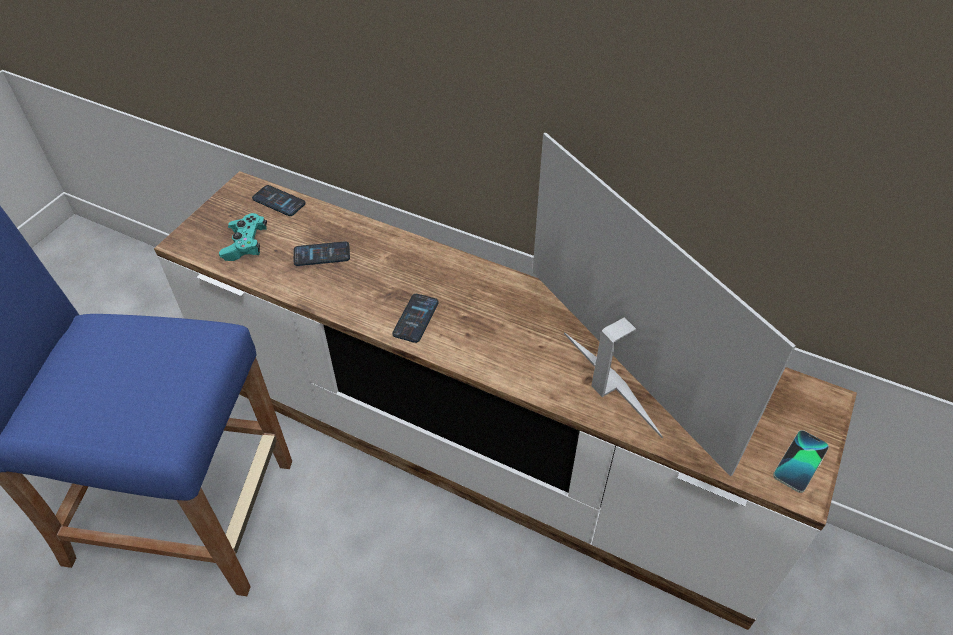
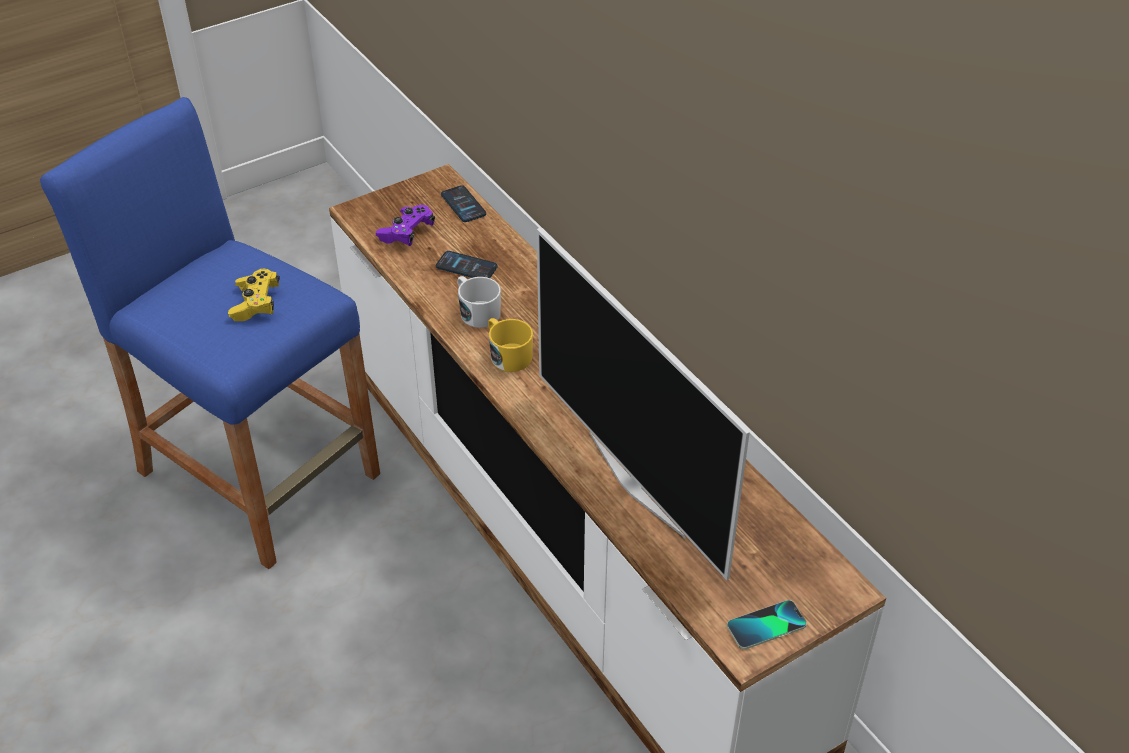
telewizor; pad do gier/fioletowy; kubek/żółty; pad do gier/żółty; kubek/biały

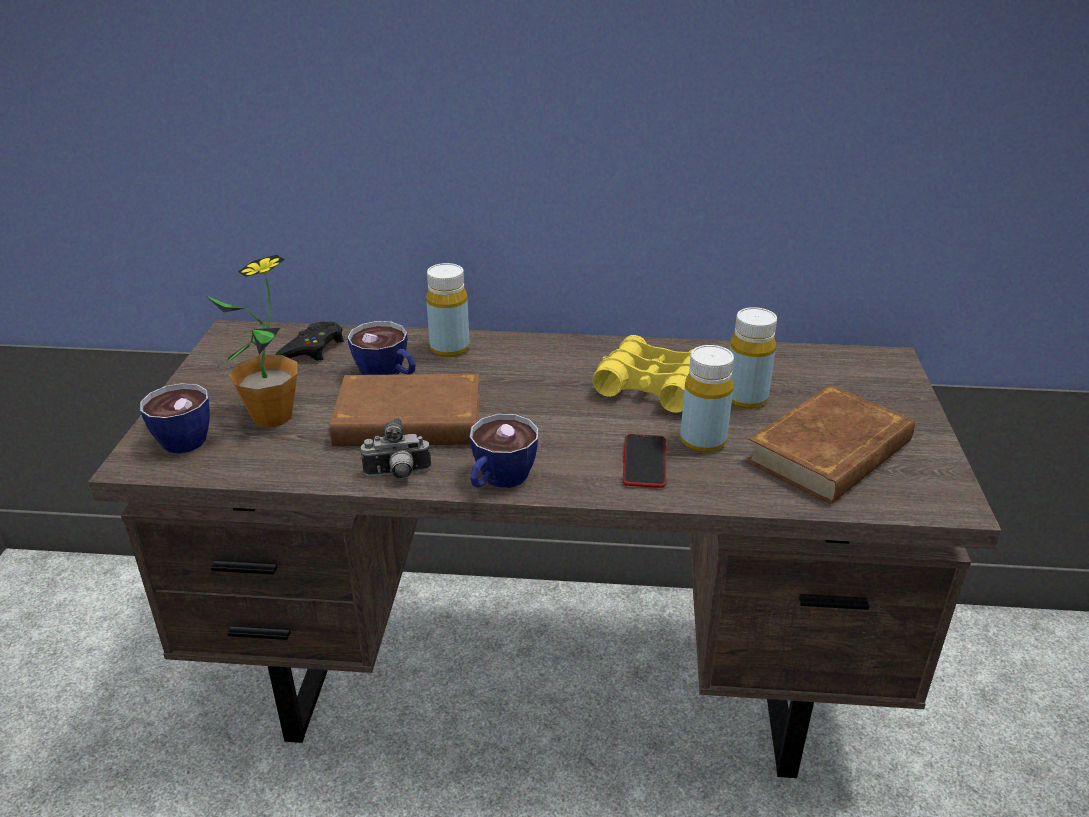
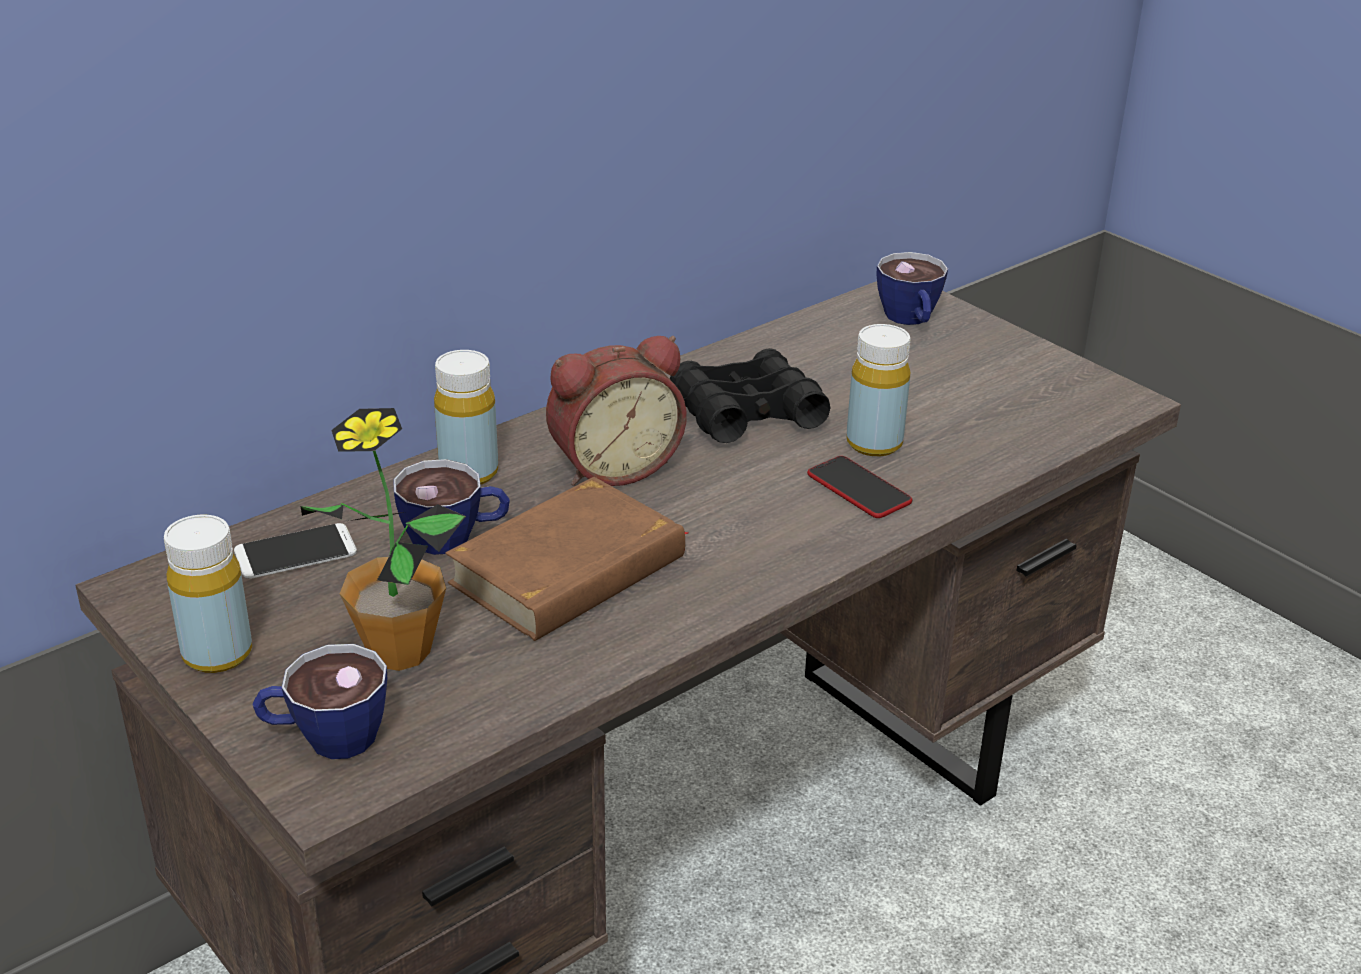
butelka/żółty (1st from left); telefon (1st from left); lornetka/czarny; książka/brązowy (2nd from left in the first image); filiżanka (3rd from left); aparat fotograficzny; budzik

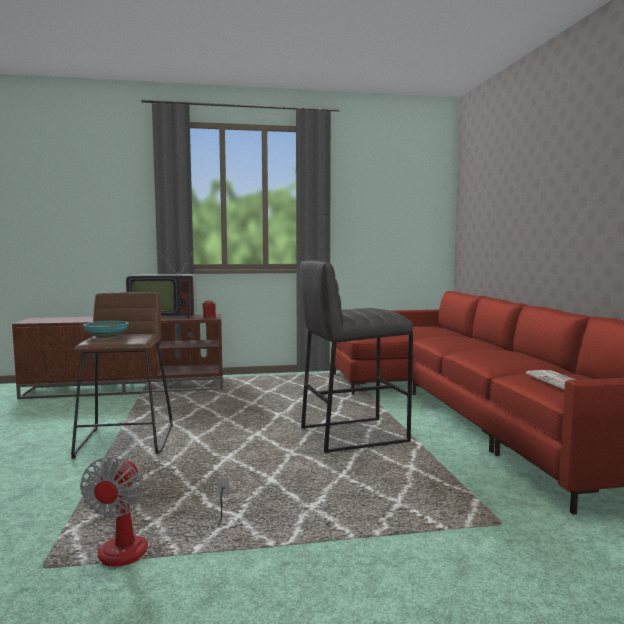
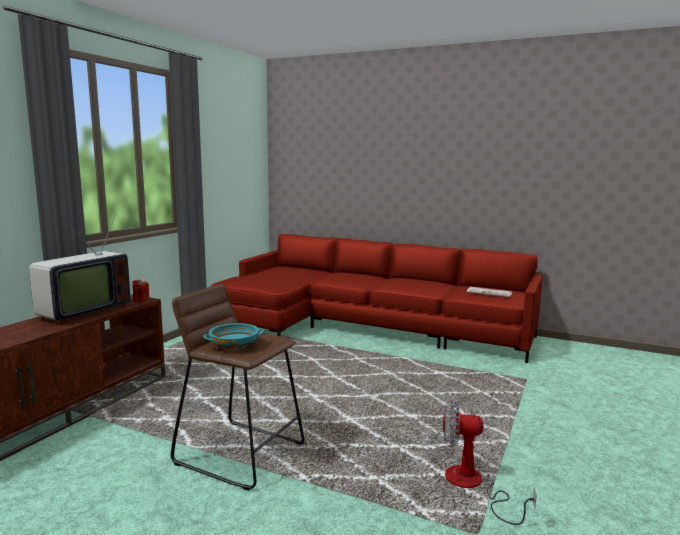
stołek/szary; wentylator

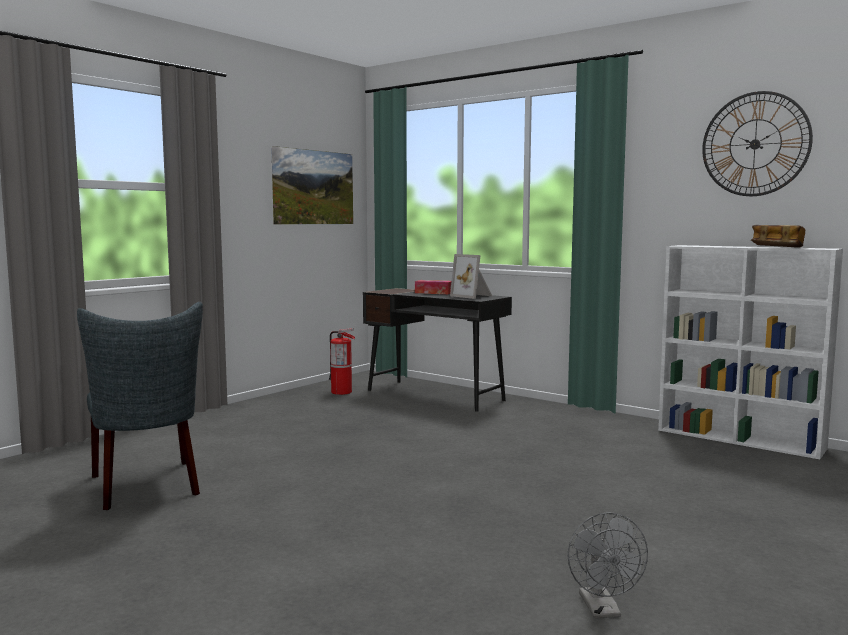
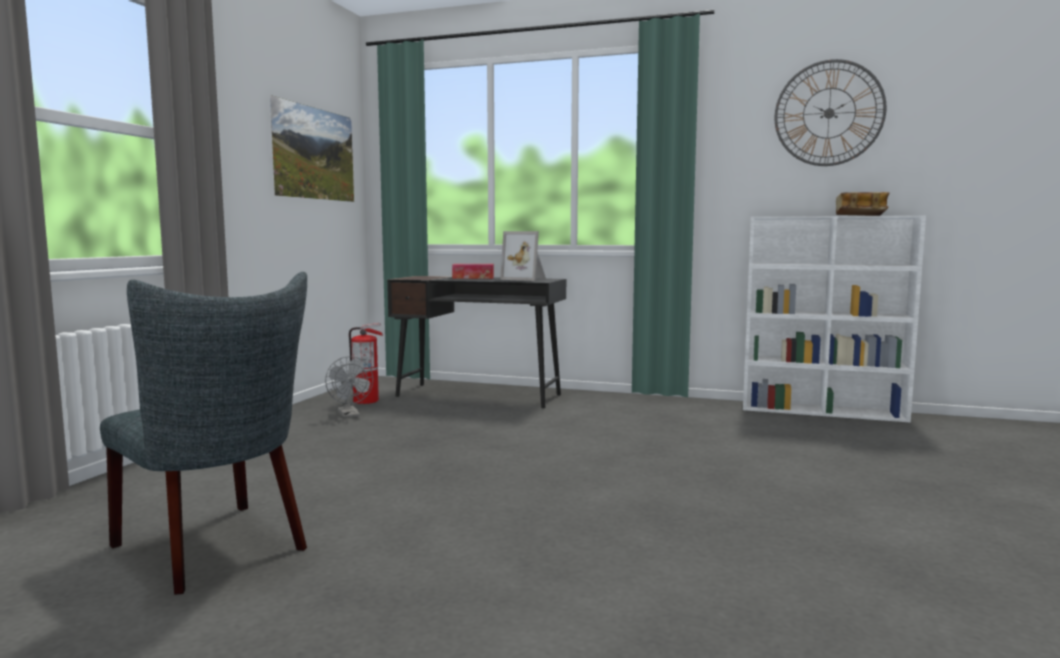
wentylator/szary

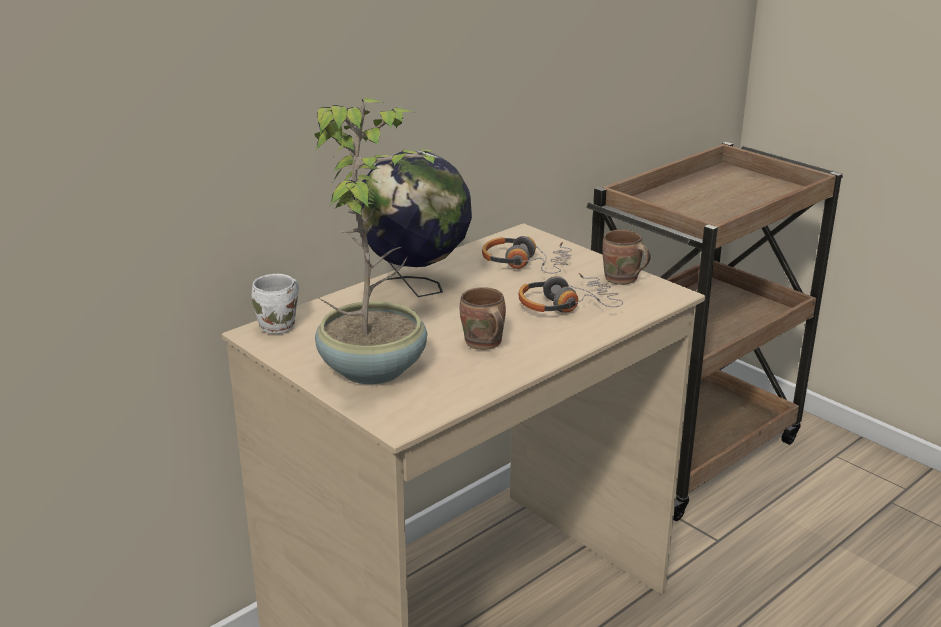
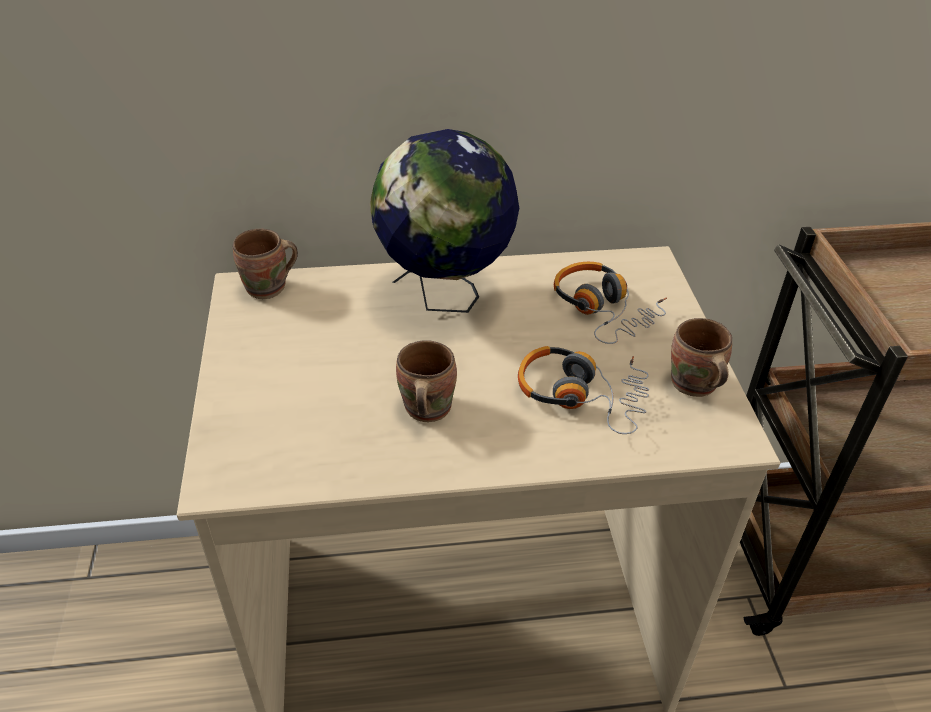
roślina doniczkowa; kubek/brązowy (1st from left)

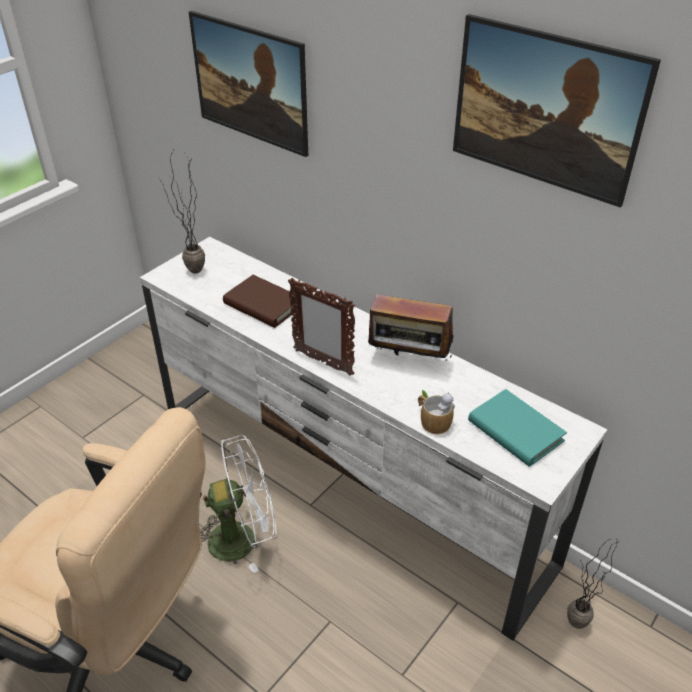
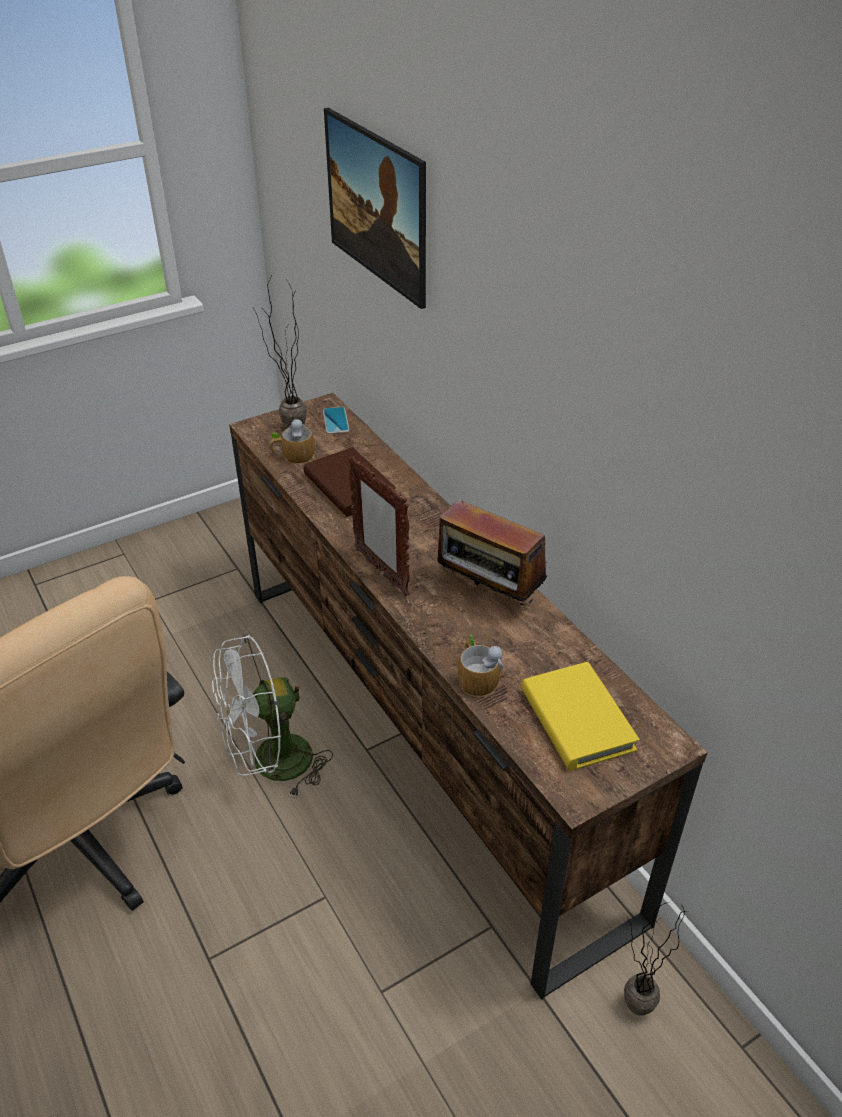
obraz (2nd from left in the first image); szafka pod telewizor/brązowy; książka/żółty; wentylator/biały; telefon; kubek (1st from left)

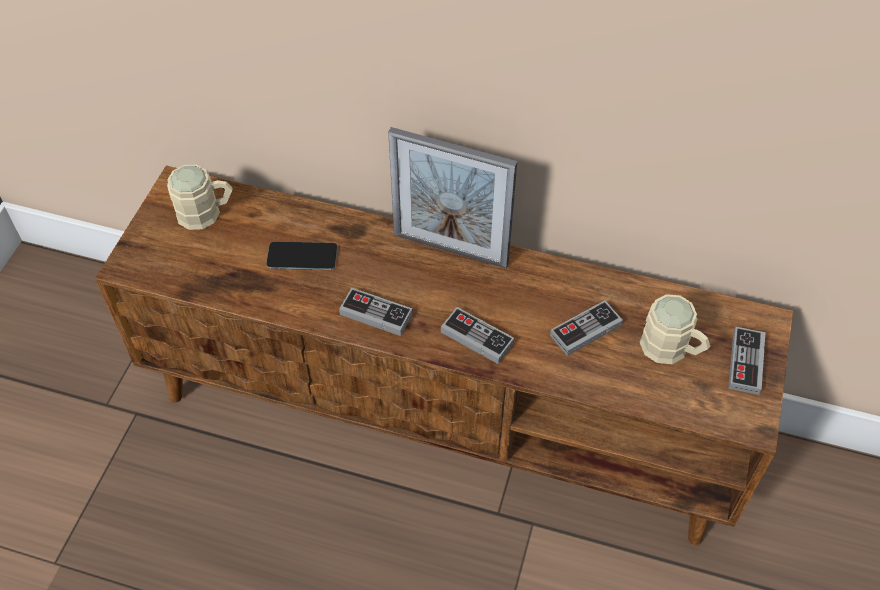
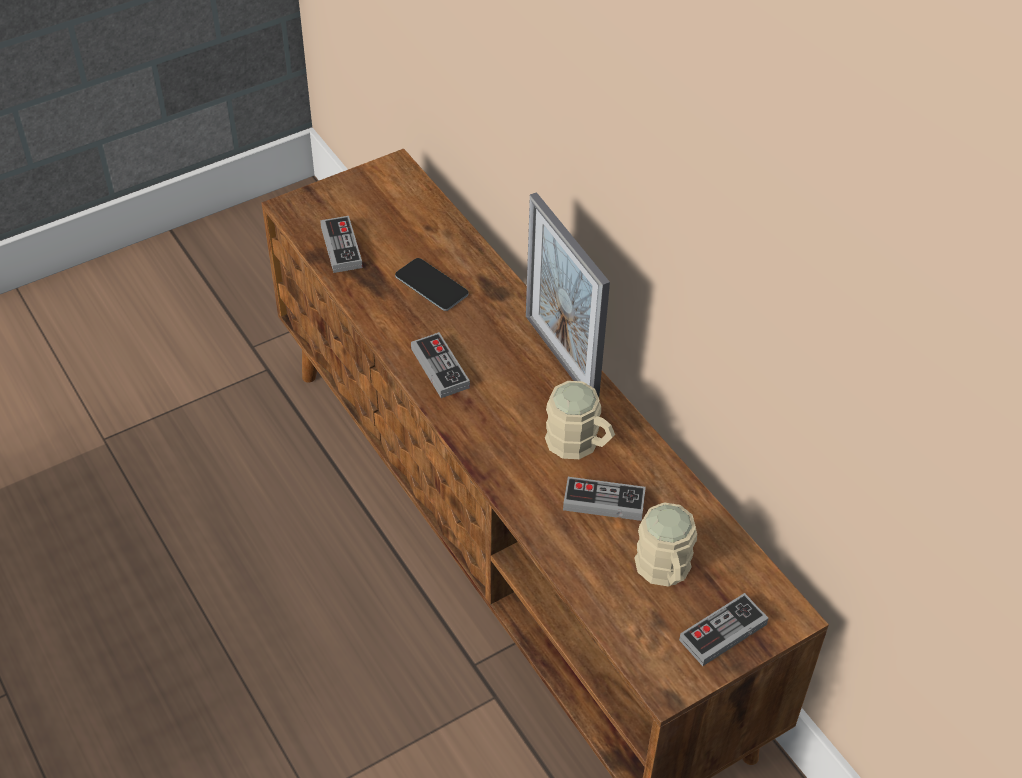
kubek/beżowy (1st from left); pad do gier (1st from left)

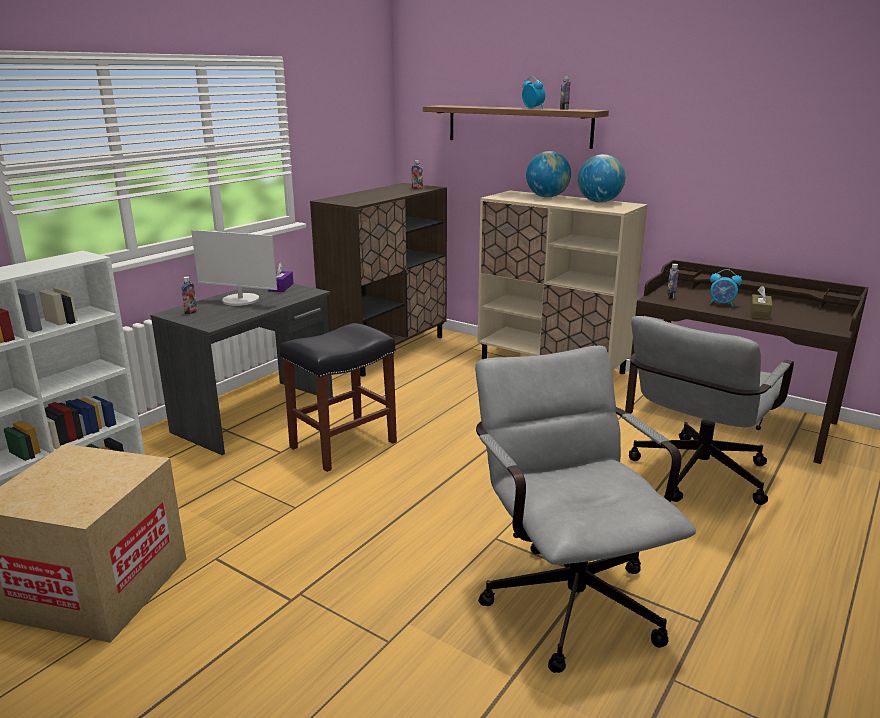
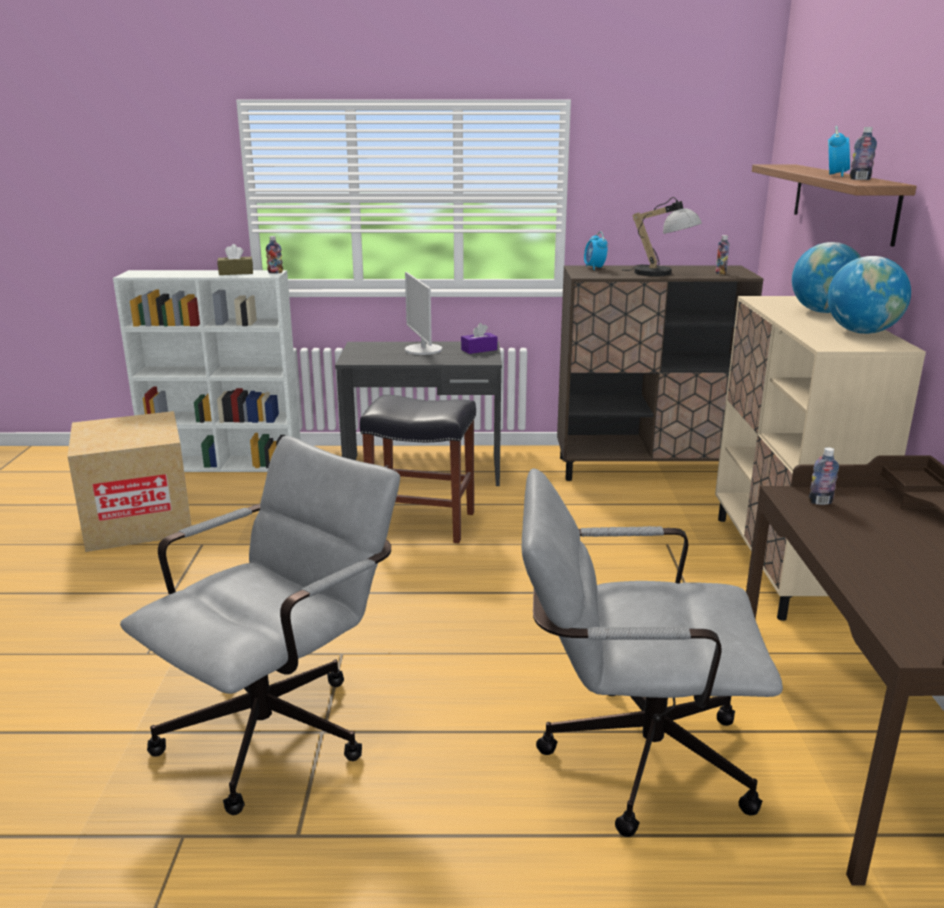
budzik (1st from left); butelka (1st from left); pudełko chusteczek/brązowy; lampa stołowa

